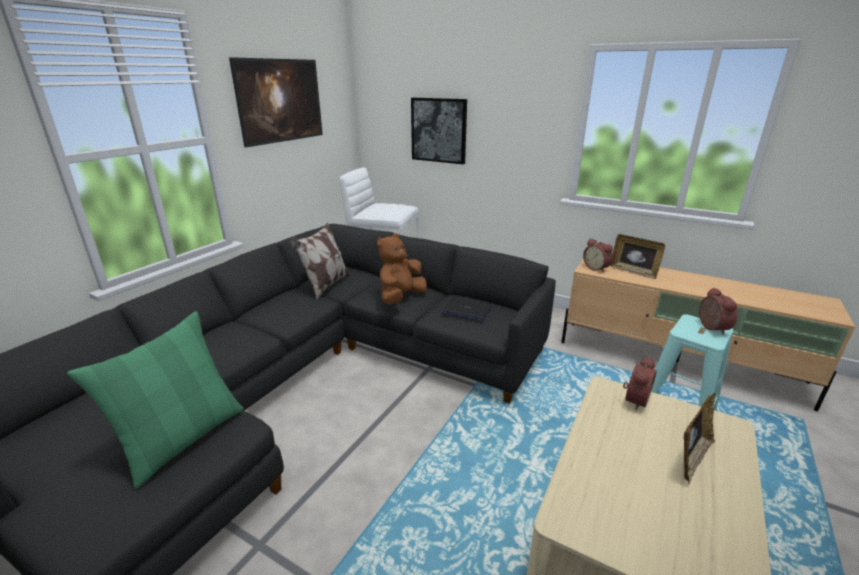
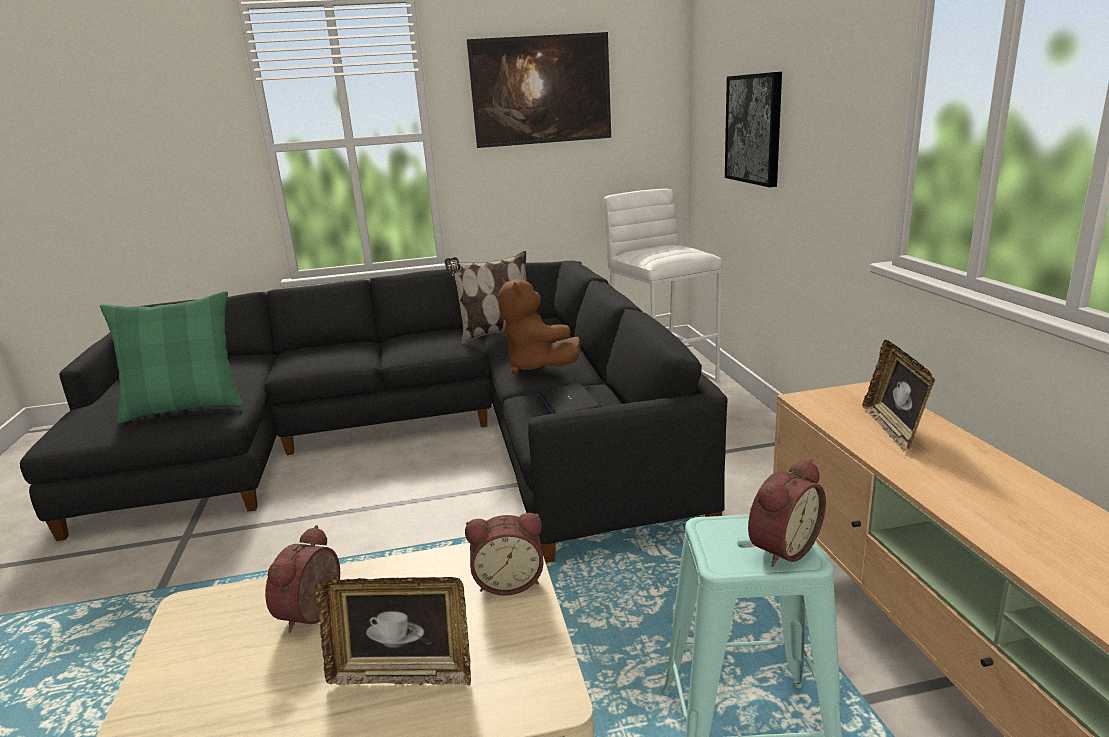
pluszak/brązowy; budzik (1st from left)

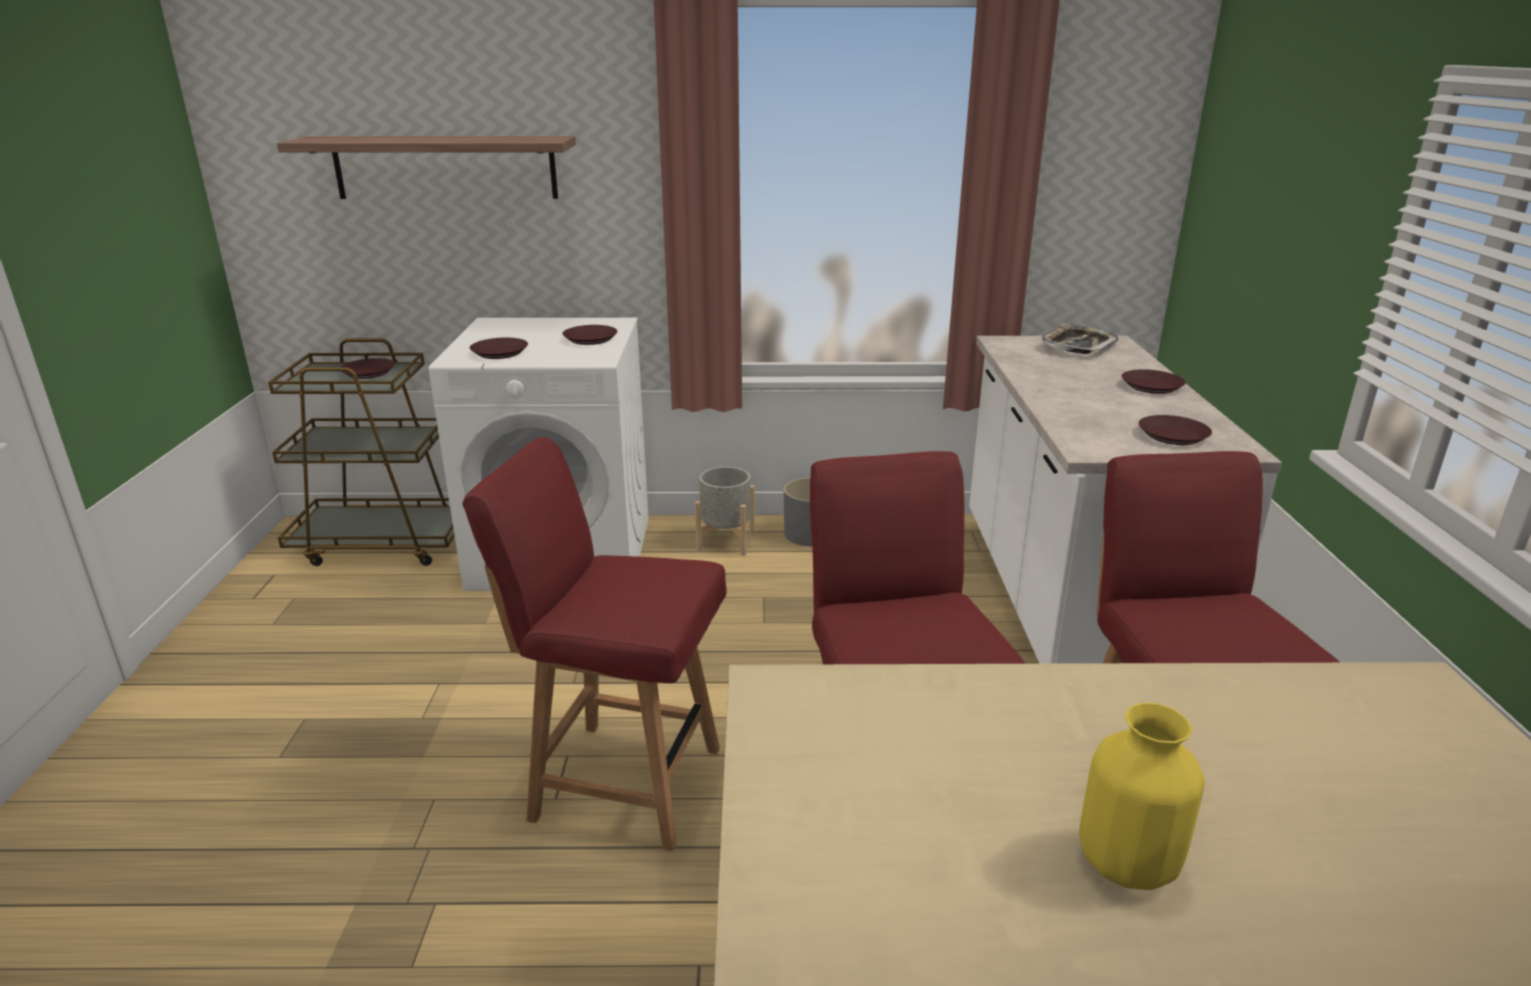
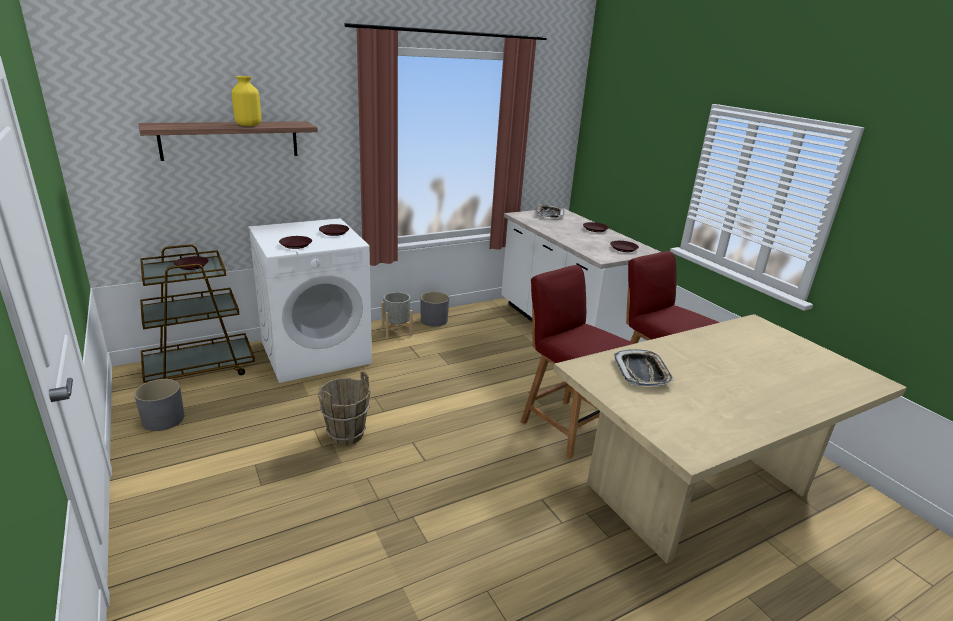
krzesło/czerwony (1st from left in the first image); wazon/żółty; taca (2nd from left); wiadro/brązowy; donica/szary (1st from left)

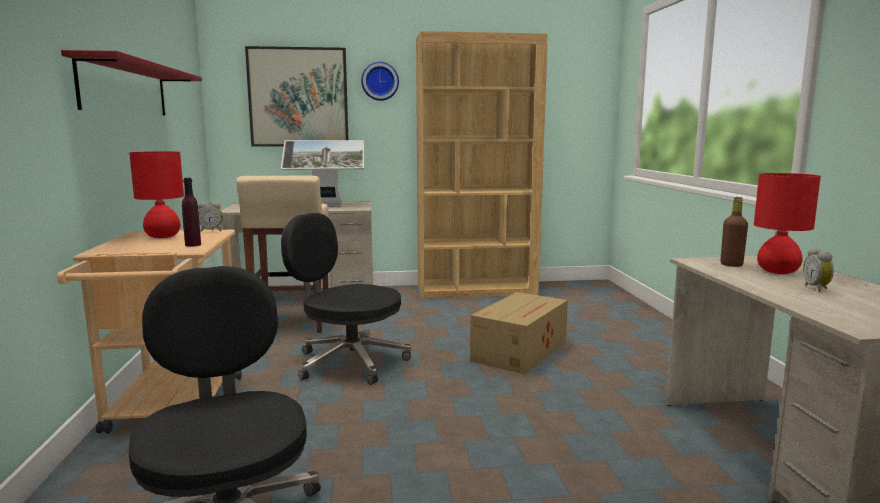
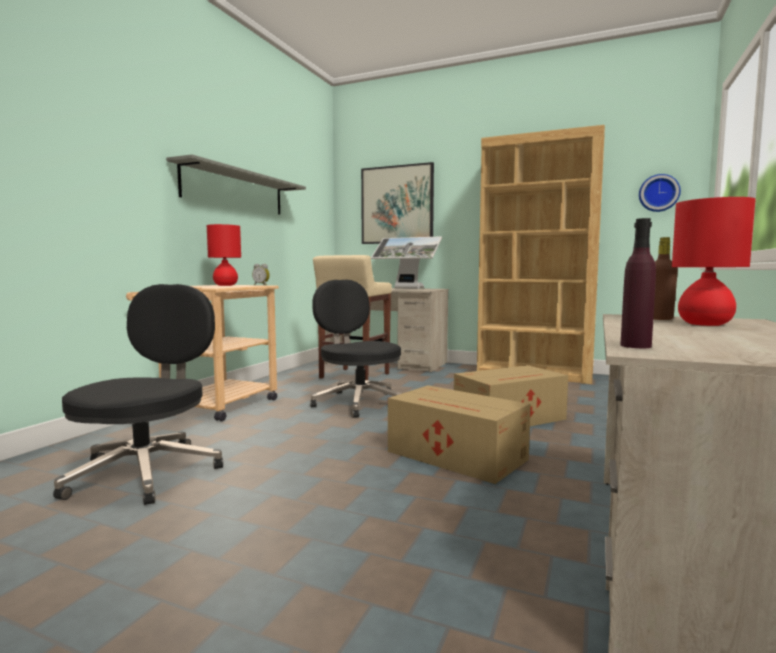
półka/szary; zegar ścienny; butelka/fioletowy; budzik (2nd from left in the first image); karton (1st from left)

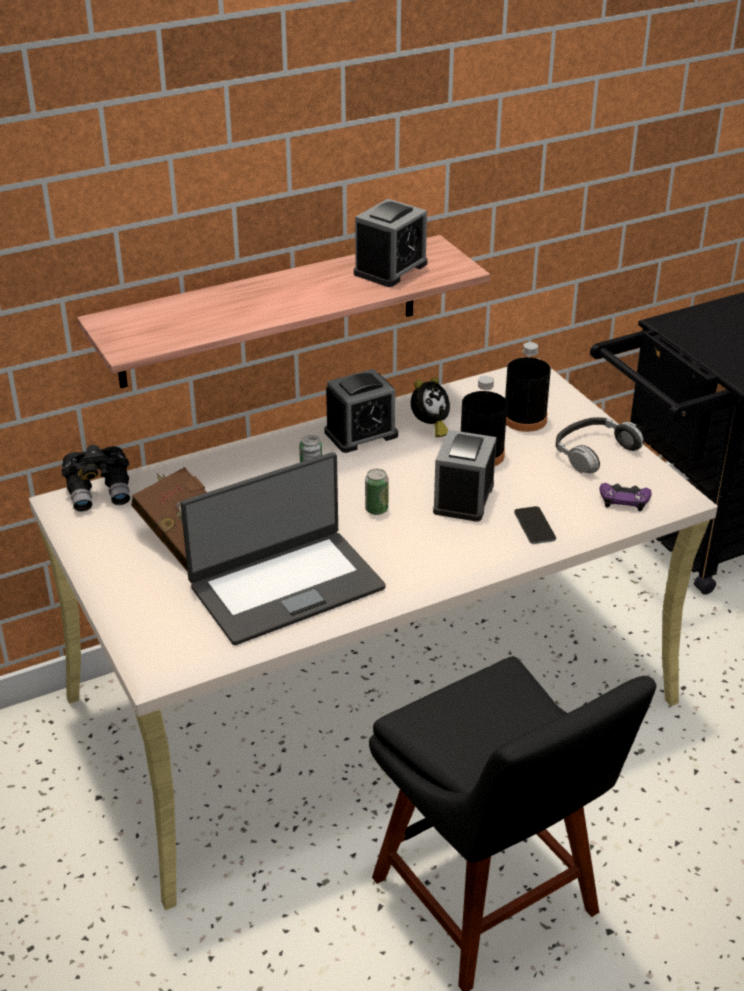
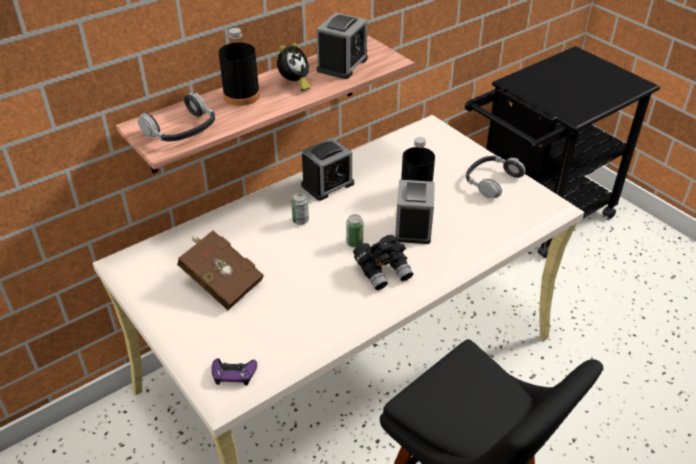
butelka/czarny (1st from left); budzik (1st from left); lornetka/czarny; laptop; pad do gier/fioletowy; telefon; słuchawki (1st from left)

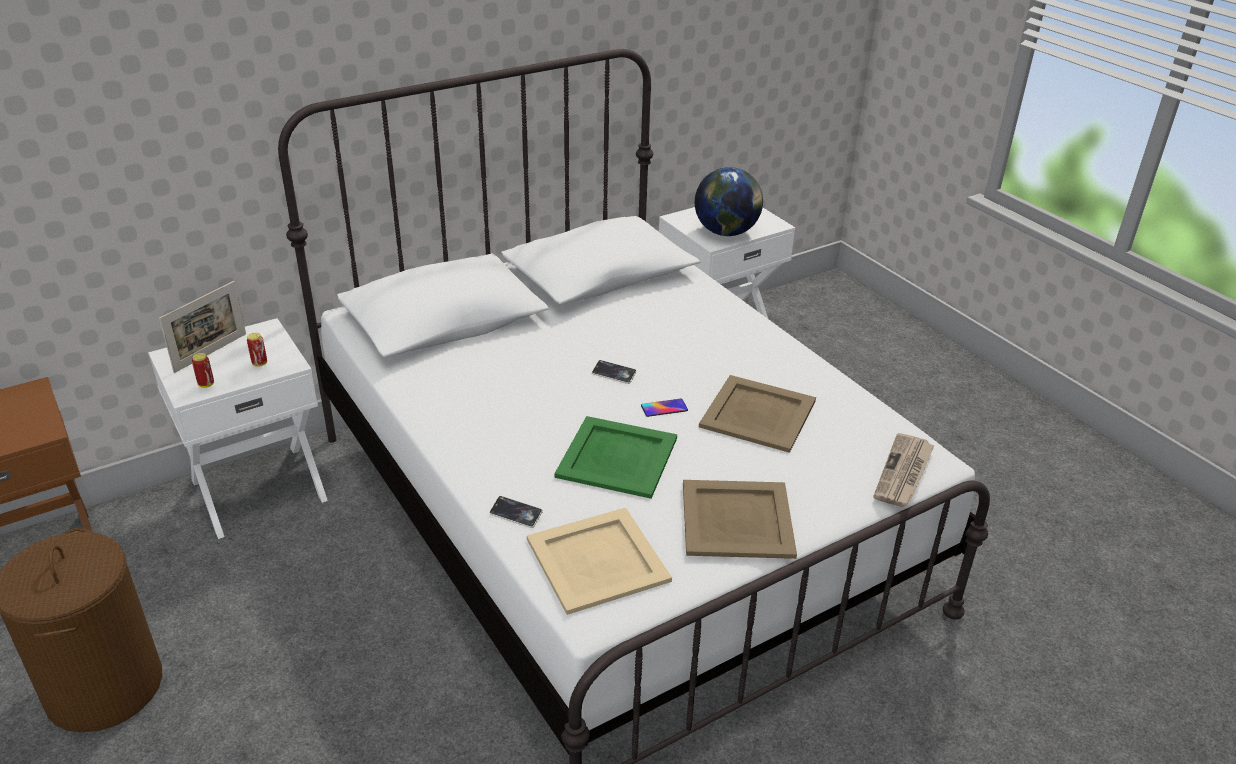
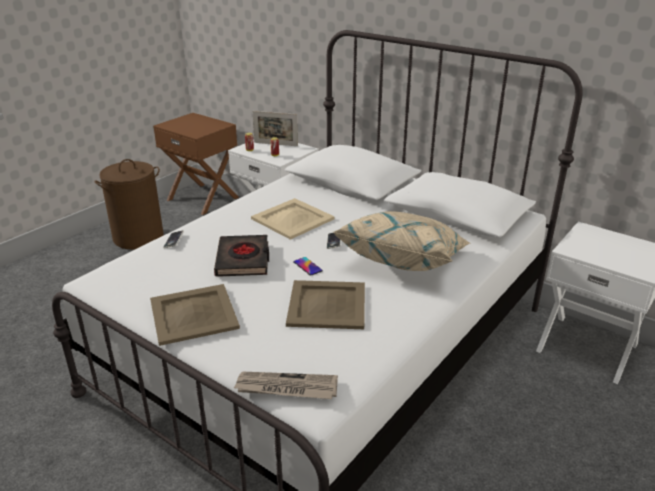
globus; książka/czarny; taca/beżowy (2nd from left); poduszka/beżowy

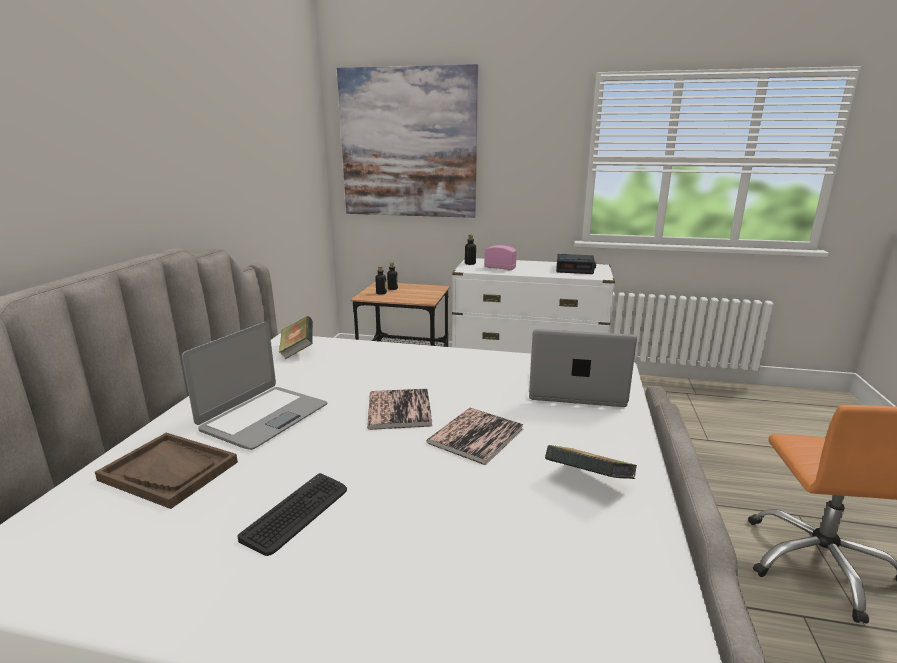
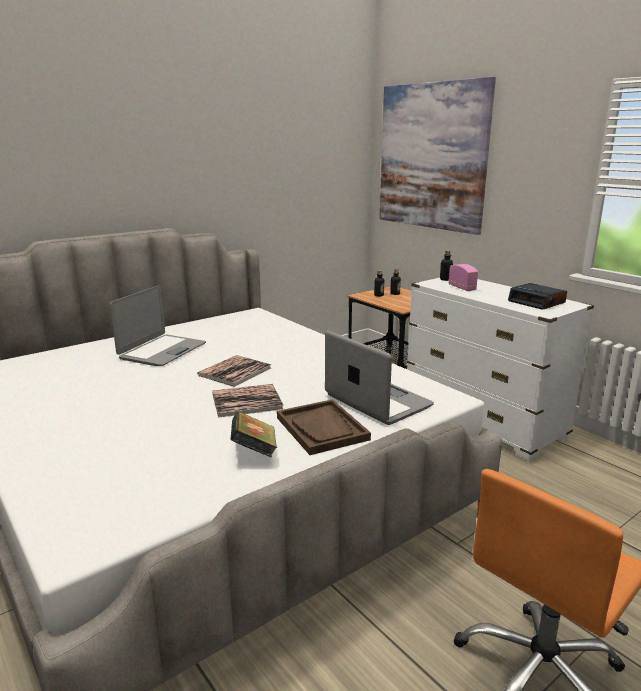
książka (1st from left in the first image); laptop (1st from left); taca/brązowy; klawiatura

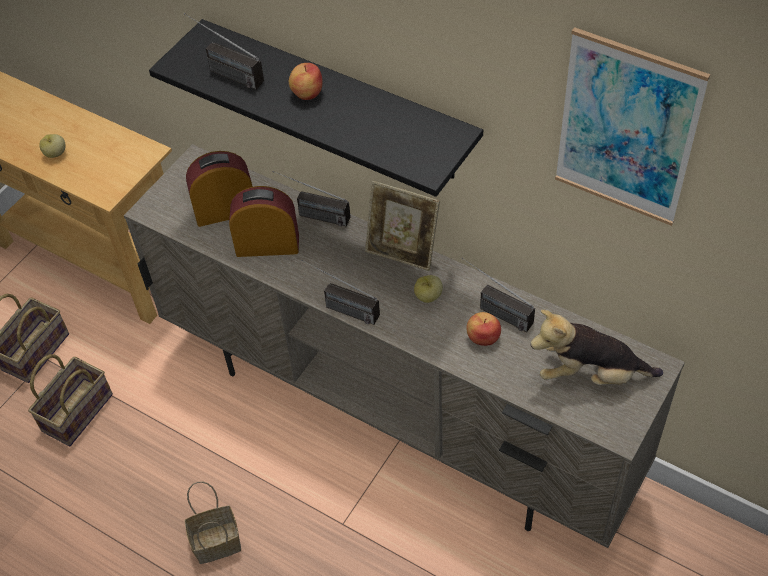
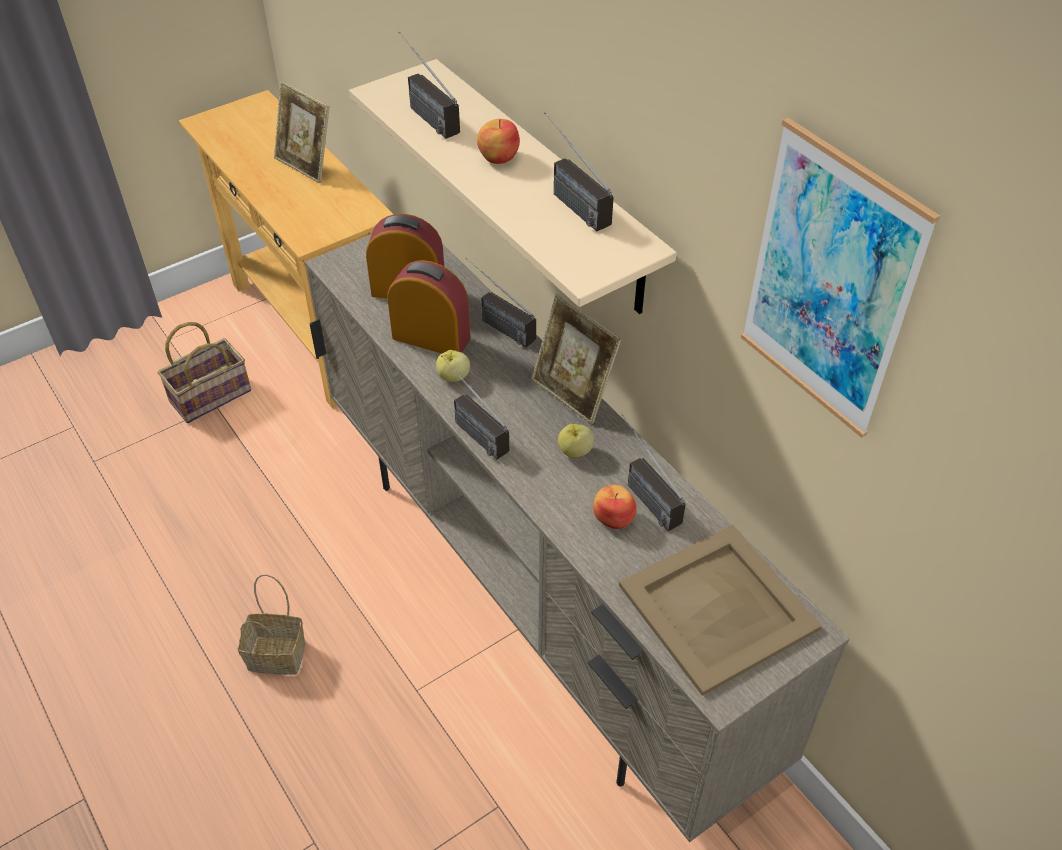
półka/beżowy; jabłko (1st from left); taca/beżowy; koszyk (2nd from left in the first image); ramka na zdjęcie (1st from left); radio (4th from left)

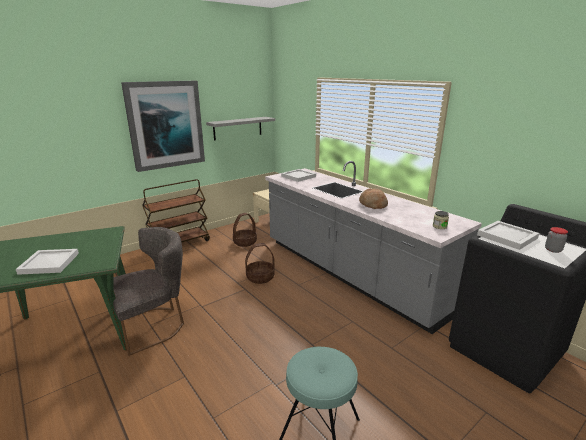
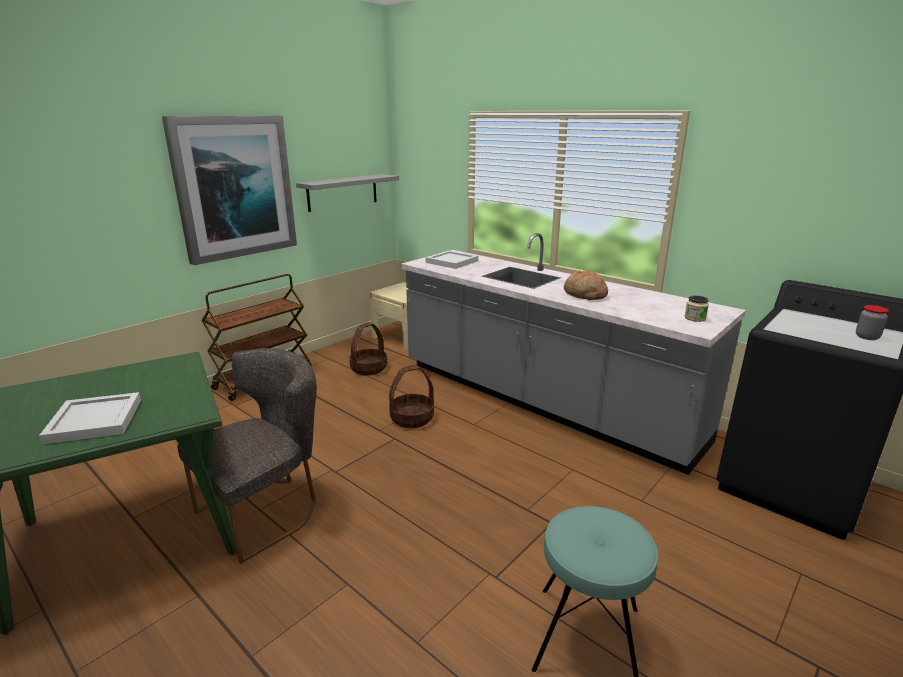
taca/biały (3rd from left in the first image)

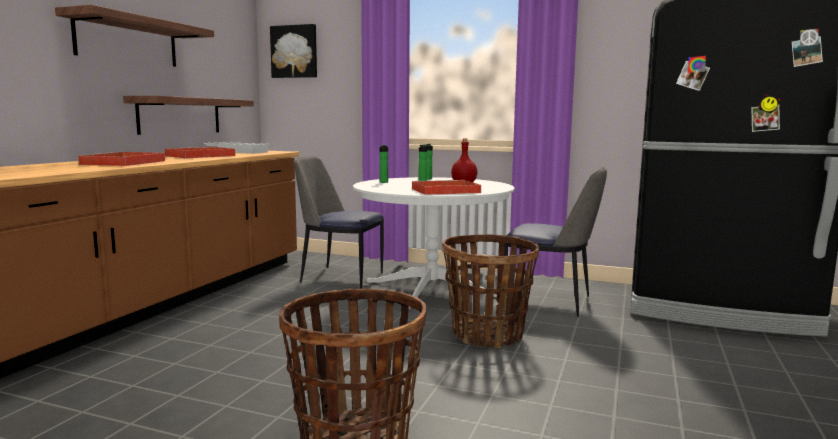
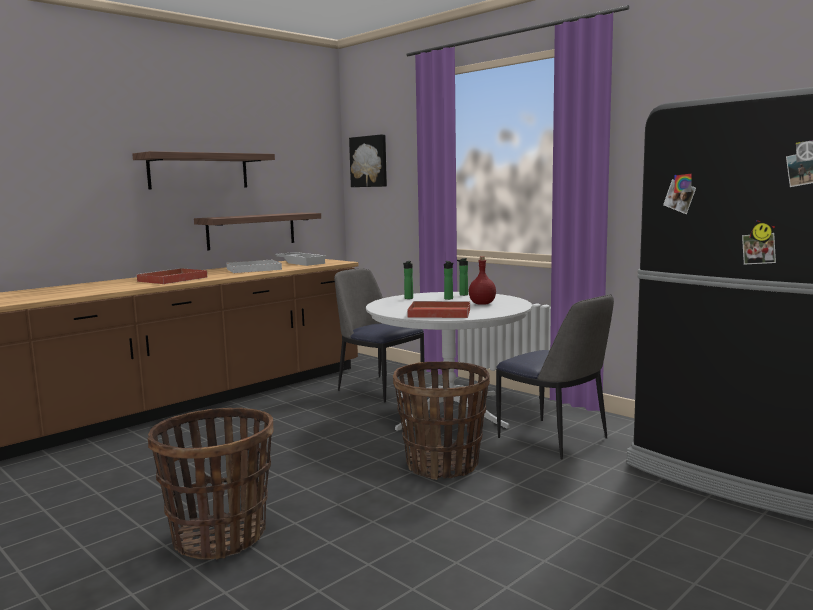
taca/biały (1st from left)

